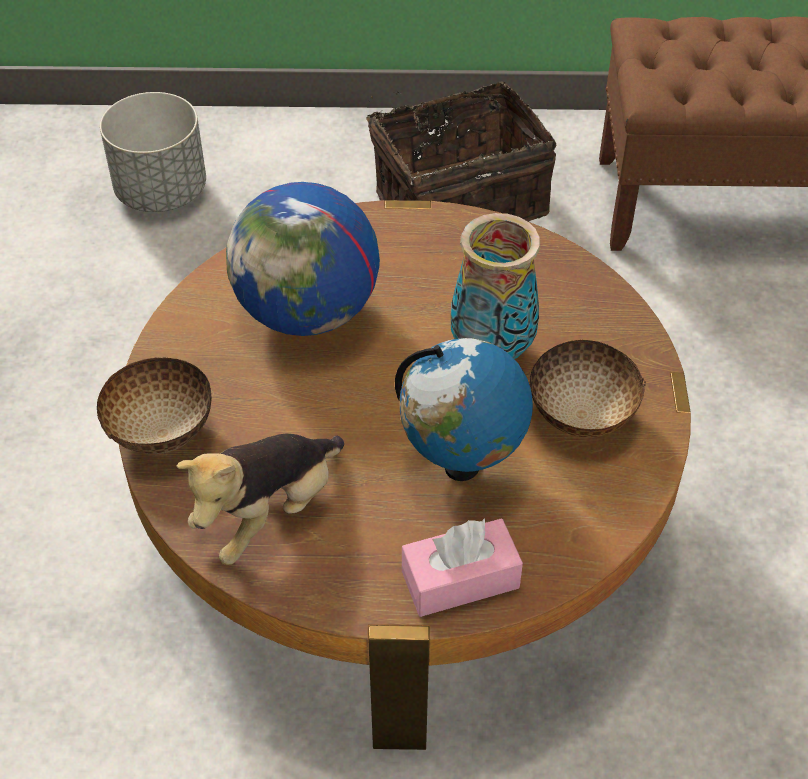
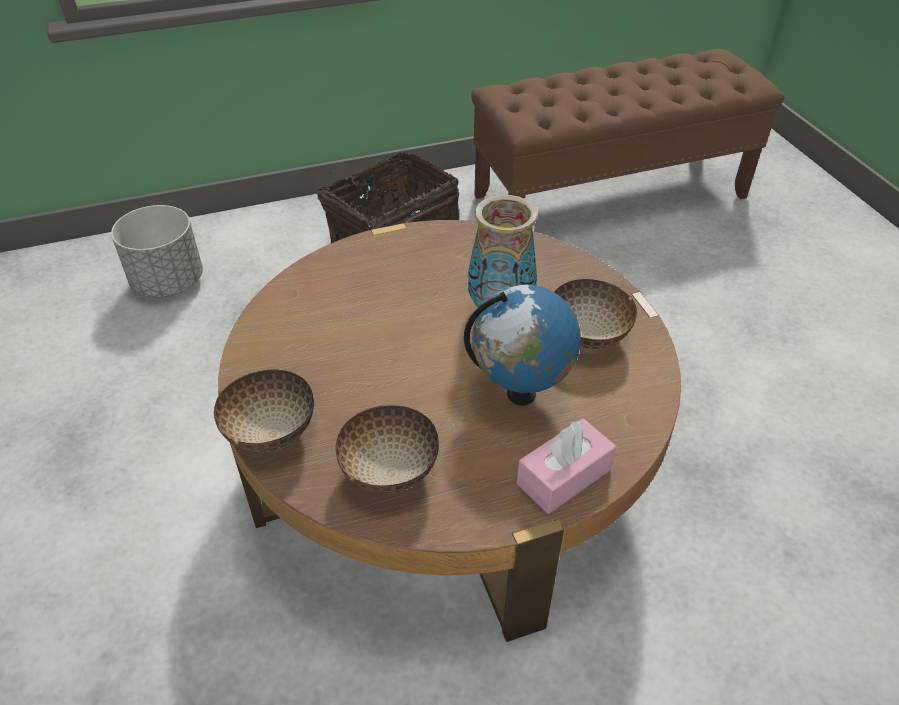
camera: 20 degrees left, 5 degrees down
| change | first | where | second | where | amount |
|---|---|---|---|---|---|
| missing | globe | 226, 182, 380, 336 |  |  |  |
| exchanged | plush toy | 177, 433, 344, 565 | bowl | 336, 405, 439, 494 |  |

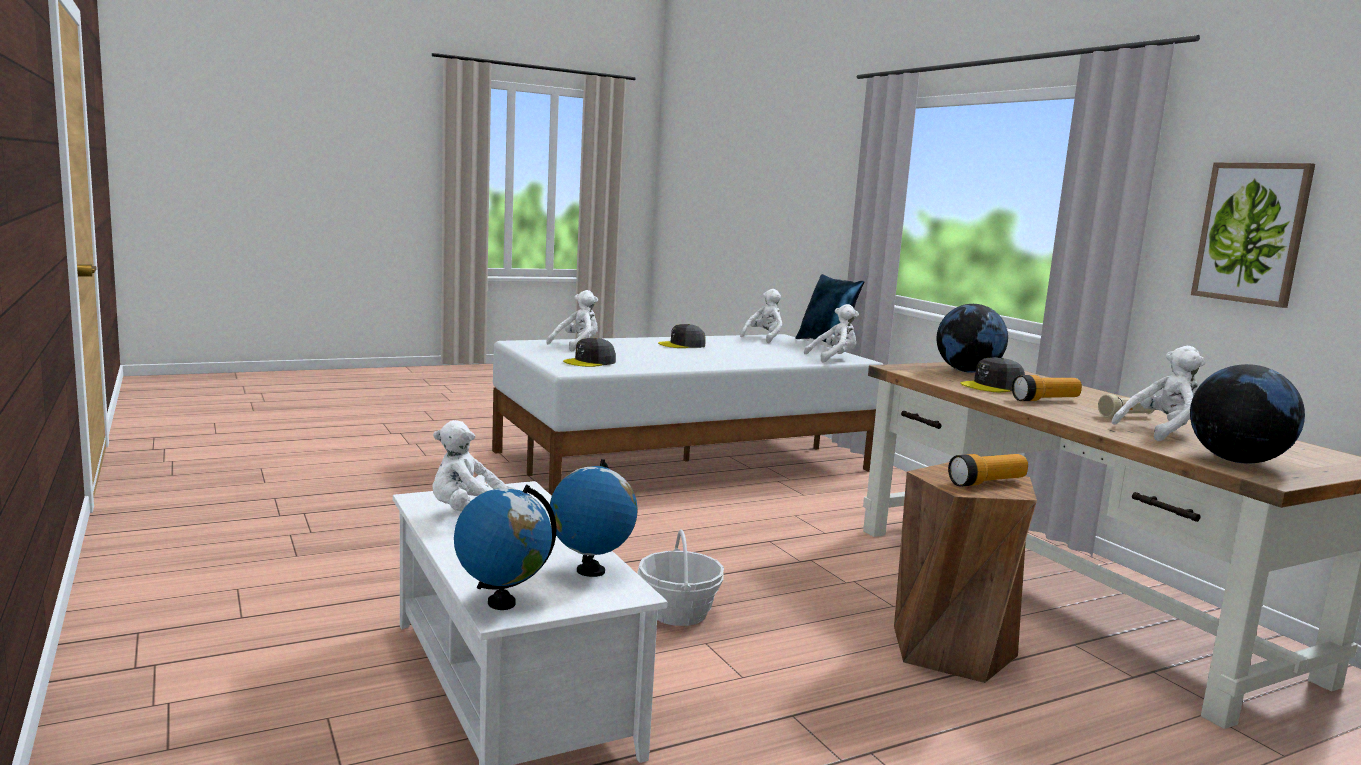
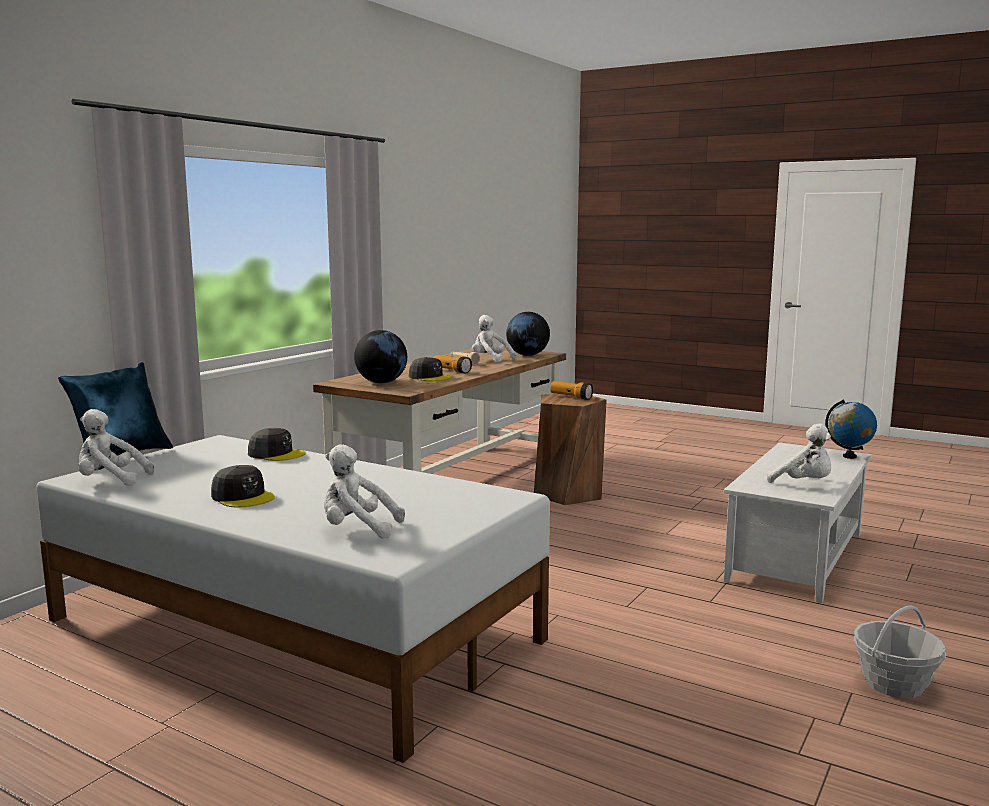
camera: 120 degrees left, 0 degrees up
| change | first | where | second | where | amount |
|---|---|---|---|---|---|
| missing | globe | 550, 459, 638, 577 |  |  |  |
| missing | white plush toy | 804, 304, 859, 363 |  |  |  |
| missing | picture | 1191, 162, 1315, 308 |  |  |  |
| relocated | grey cap | 563, 338, 616, 367 |  | 248, 428, 306, 461 |  |
| relocated | basket | 637, 529, 724, 626 |  | 854, 605, 946, 698 |  |

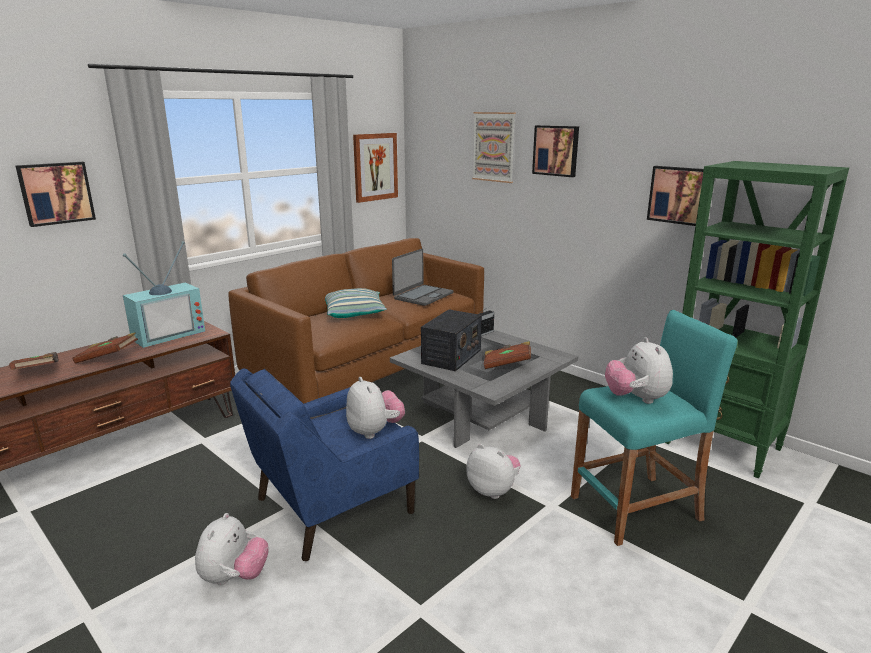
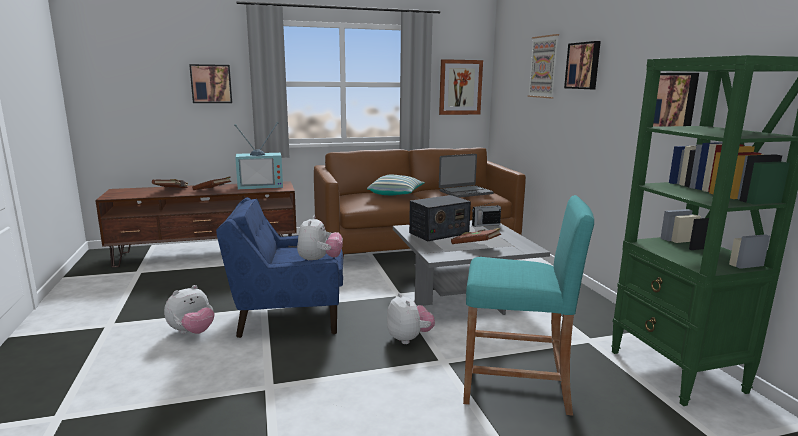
camera: 30 degrees right, 5 degrees down
| change | first | where | second | where | amount |
|---|---|---|---|---|---|
| missing | plush toy | 605, 337, 673, 404 |  |  |  |

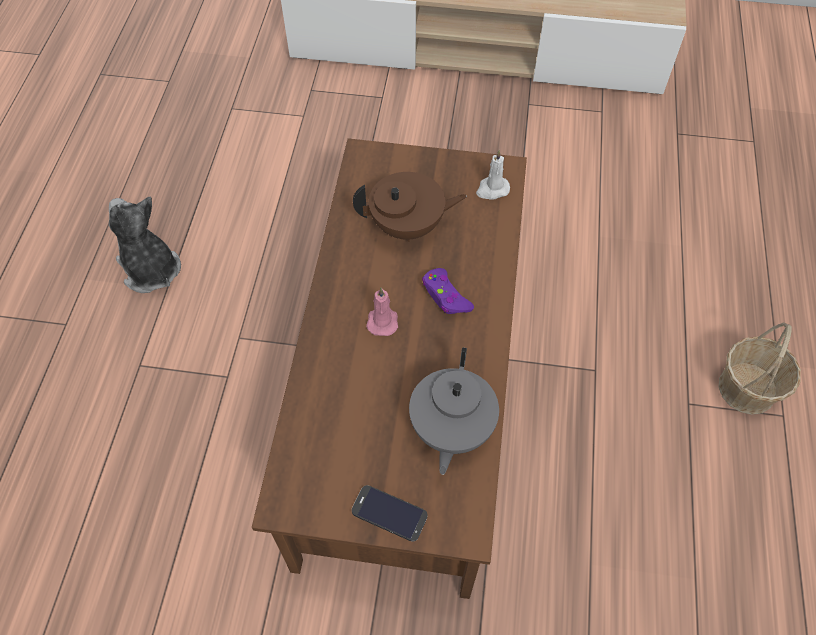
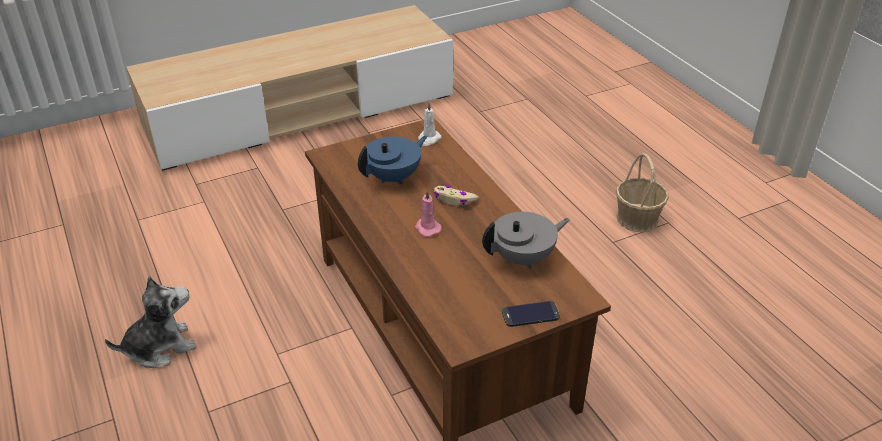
camera: 35 degrees left, 20 degrees down
| change | first | where | second | where | amount |
|---|---|---|---|---|---|
| colour | brown teapot | 353, 172, 467, 242 | blue teapot | 358, 136, 427, 185 |  |
| colour | purple game controller | 422, 268, 474, 314 | beige game controller | 434, 185, 478, 206 |  |
| spun | plush toy | 109, 196, 181, 293 |  | 105, 276, 197, 368 | 135 degrees clockwise |
| spun | grey teapot | 409, 347, 499, 475 |  | 482, 212, 570, 269 | 90 degrees counterclockwise |

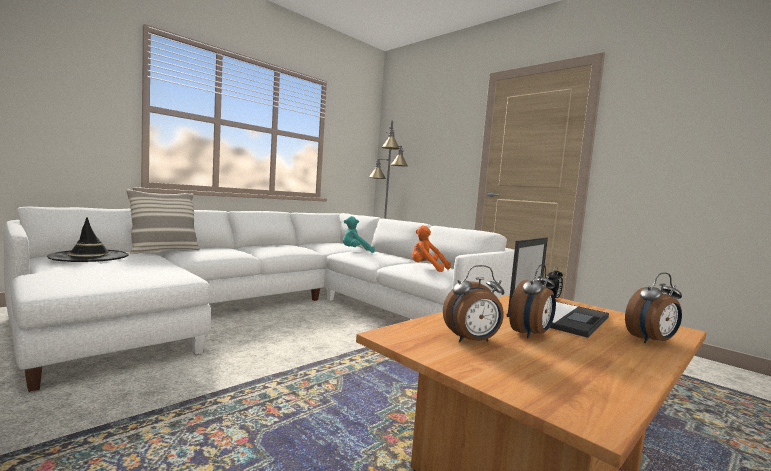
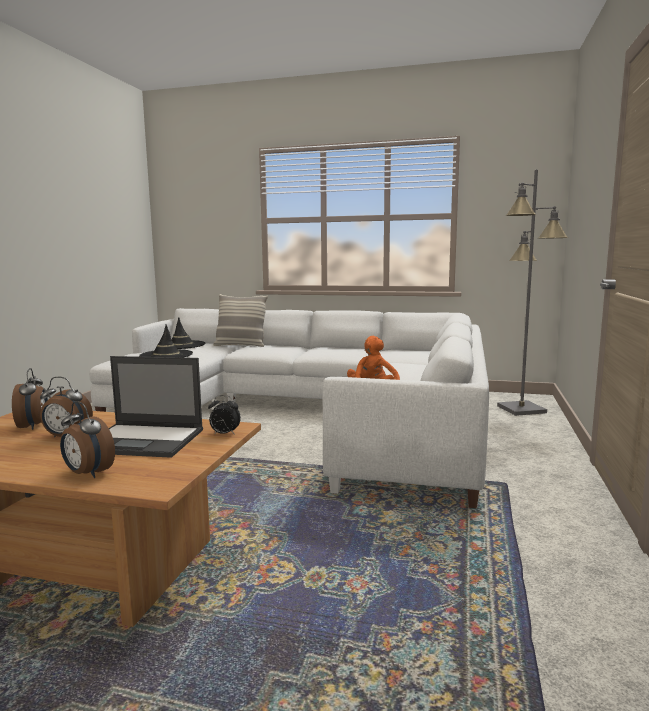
camera: 60 degrees right, 5 degrees up
| change | first | where | second | where | amount |
|---|---|---|---|---|---|
| missing | turquoise plush toy | 343, 216, 375, 253 |  |  |  |
| appeared |  |  | black hat | 139, 324, 193, 358 |  |
| spun | alarm clock | 443, 265, 504, 342 |  | 12, 368, 48, 430 | 150 degrees counterclockwise |

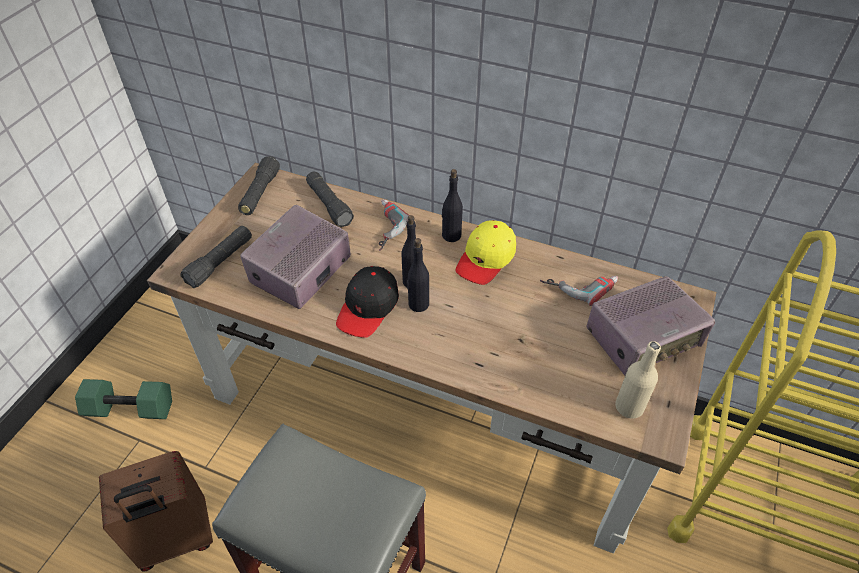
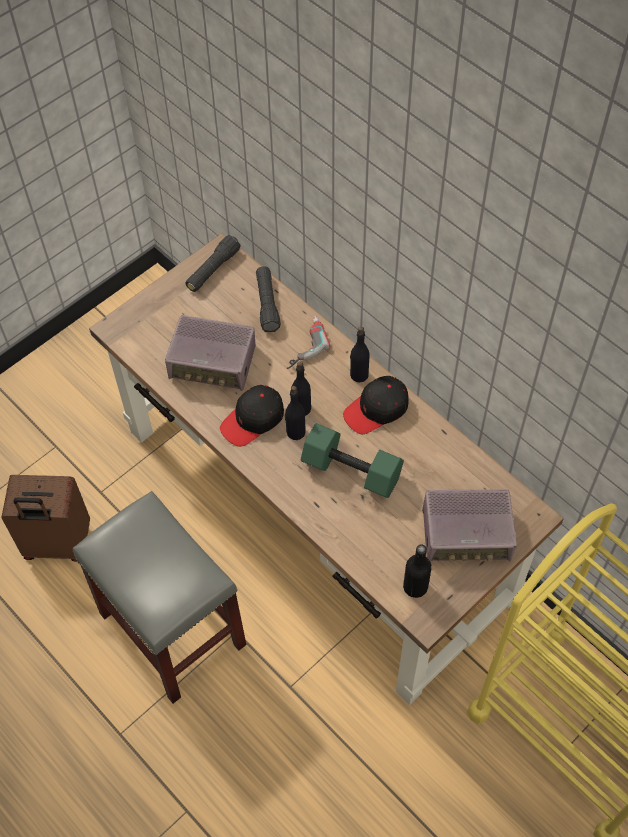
camera: 25 degrees right, 10 degrees up
| change | first | where | second | where | amount |
|---|---|---|---|---|---|
| missing | black flashlight | 180, 226, 252, 288 |  |  |  |
| missing | power drill | 540, 276, 618, 306 |  |  |  |
| relocated | green dumbbell | 75, 379, 172, 419 |  | 301, 423, 404, 498 |  |
| colour | yellow cap | 456, 220, 516, 285 | black cap | 343, 376, 409, 434 |  |
| colour | beige bottle | 615, 341, 661, 419 | black bottle | 403, 545, 432, 598 |  |
| spun | radio | 240, 205, 351, 309 |  | 165, 315, 255, 391 | 135 degrees counterclockwise |

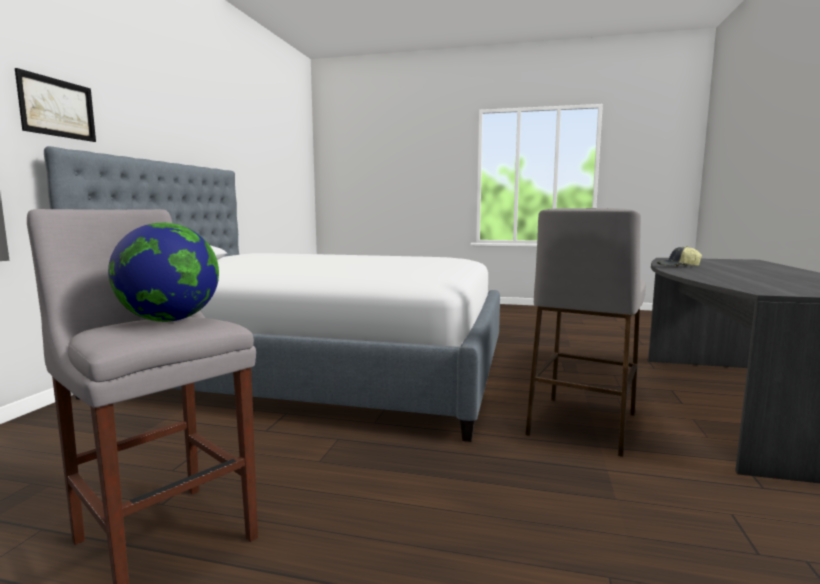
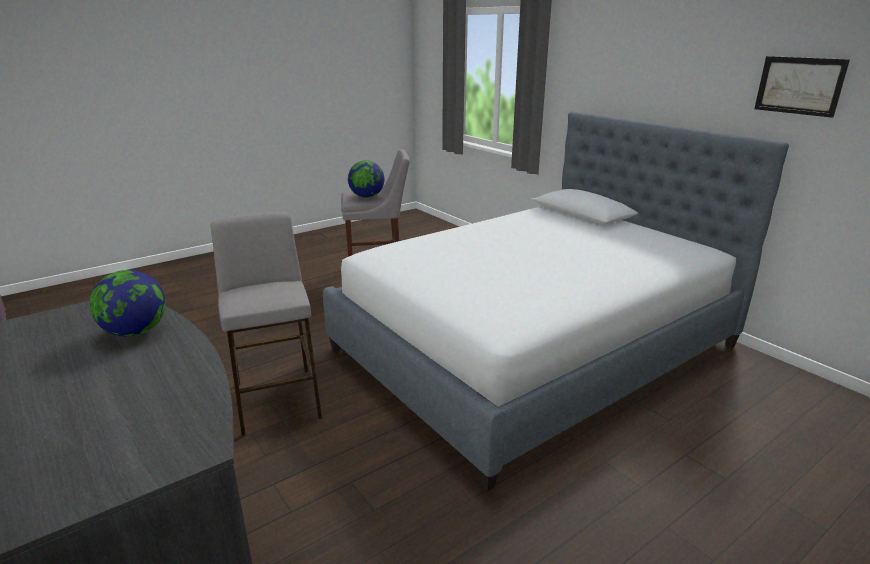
camera: 130 degrees right, 15 degrees up
| change | first | where | second | where | amount |
|---|---|---|---|---|---|
| missing | cap | 657, 246, 702, 266 |  |  |  |
| appeared |  |  | globe | 90, 270, 166, 337 |  |
| relocated | picture | 15, 68, 96, 142 |  | 754, 56, 850, 118 |  |

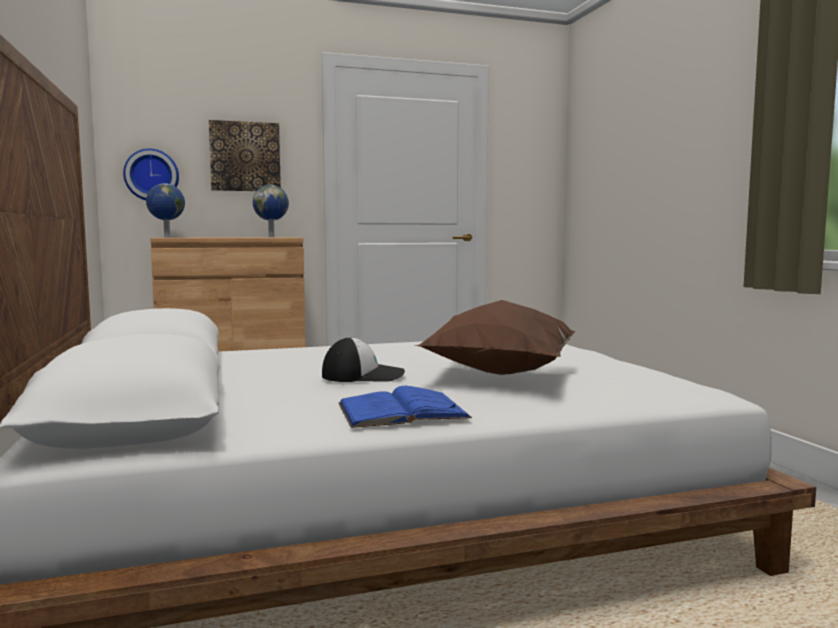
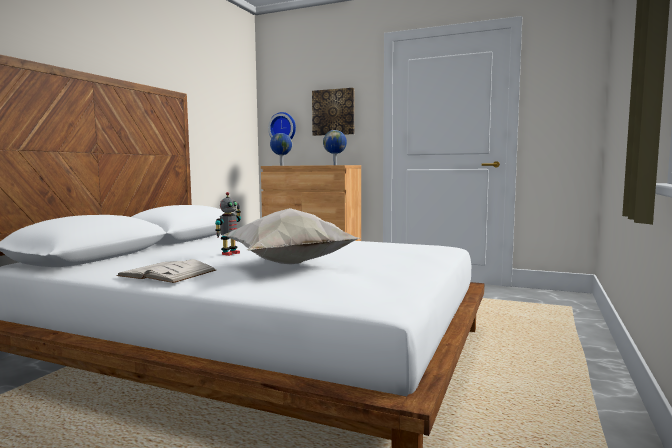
camera: 40 degrees right, 0 degrees up
| change | first | where | second | where | amount |
|---|---|---|---|---|---|
| exchanged | cap | 322, 337, 405, 382 | toy robot | 215, 192, 241, 256 |  |
| colour | blue book | 338, 386, 472, 428 | white book | 117, 259, 216, 283 |  |
| colour | brown pillow | 415, 300, 575, 375 | white pillow | 222, 208, 360, 264 |  |

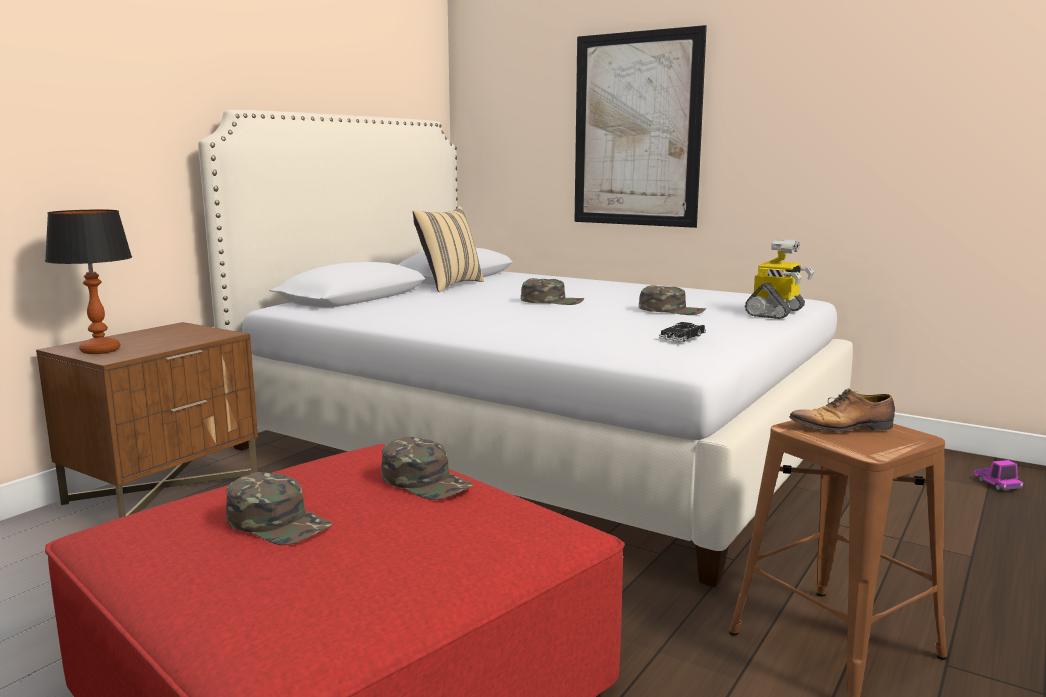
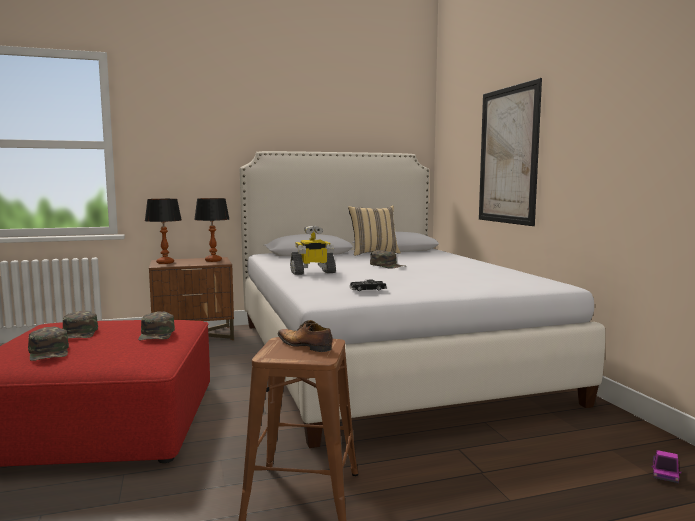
camera: 40 degrees right, 5 degrees down
| change | first | where | second | where | amount |
|---|---|---|---|---|---|
| appeared |  |  | table lamp | 194, 198, 229, 262 |  |
| relocated | green cap | 639, 285, 706, 315 |  | 28, 327, 69, 361 |  |
| relocated | toy robot | 745, 240, 814, 319 |  | 290, 226, 336, 275 |  |

